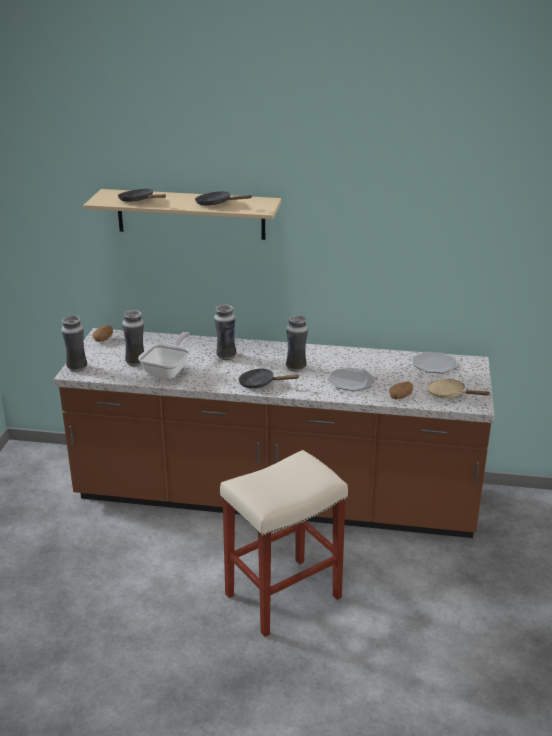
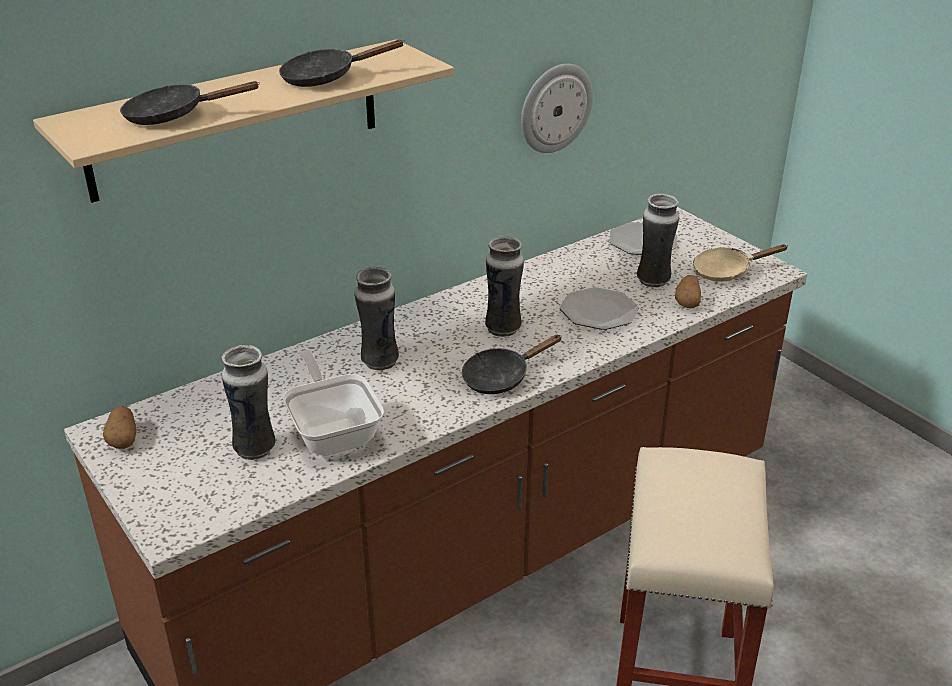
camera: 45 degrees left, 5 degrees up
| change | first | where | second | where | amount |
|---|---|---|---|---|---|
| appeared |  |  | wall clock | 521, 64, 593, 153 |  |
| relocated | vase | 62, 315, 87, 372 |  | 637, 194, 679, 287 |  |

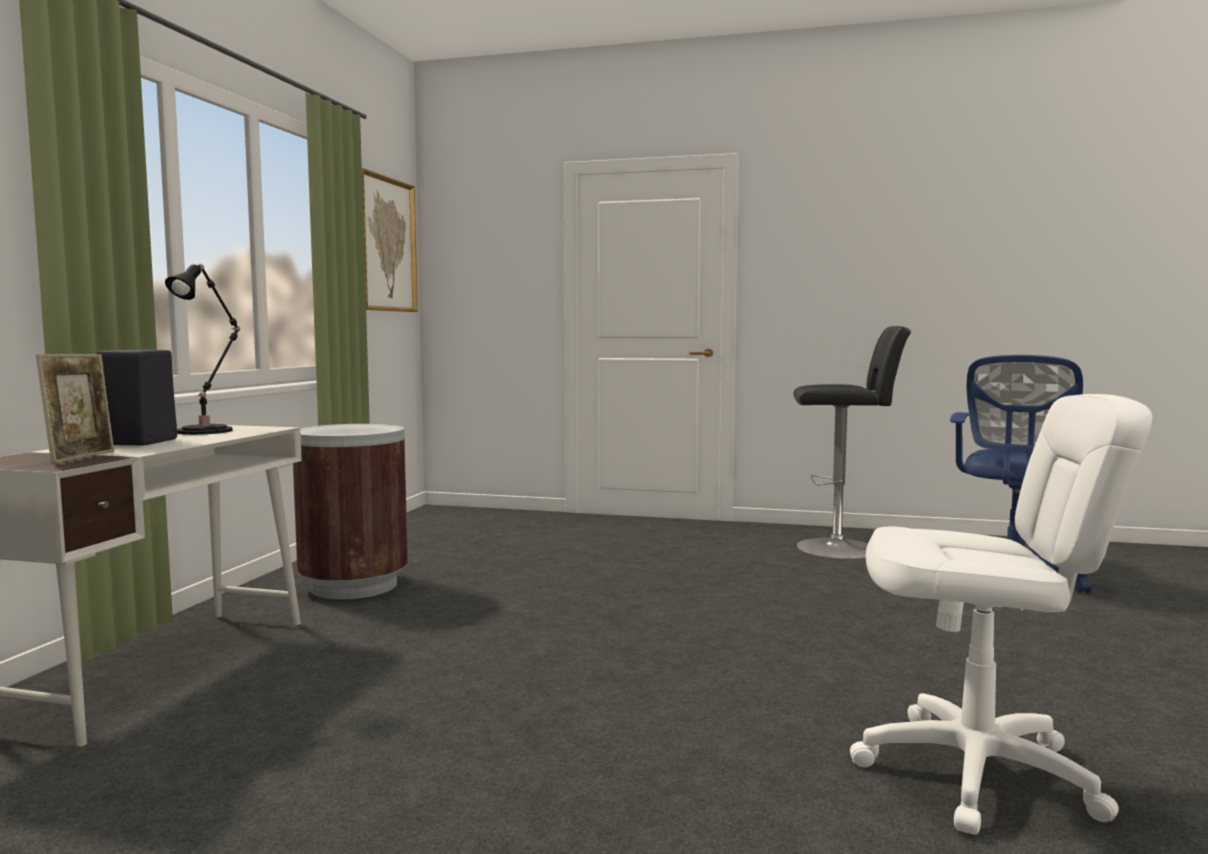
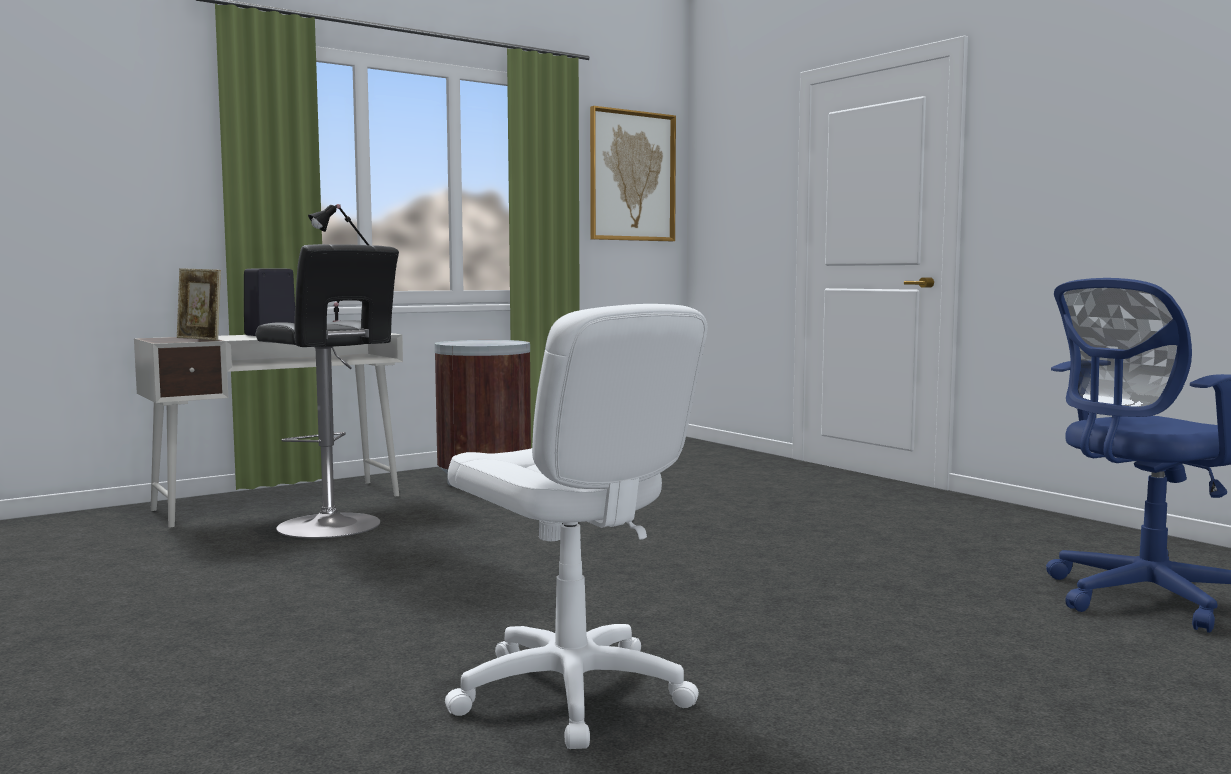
camera: 40 degrees right, 0 degrees up
| change | first | where | second | where | amount |
|---|---|---|---|---|---|
| relocated | black stool | 793, 326, 911, 559 |  | 256, 244, 399, 539 |  |
| spun | picture frame | 36, 354, 114, 464 |  | 177, 268, 221, 340 | 75 degrees clockwise |

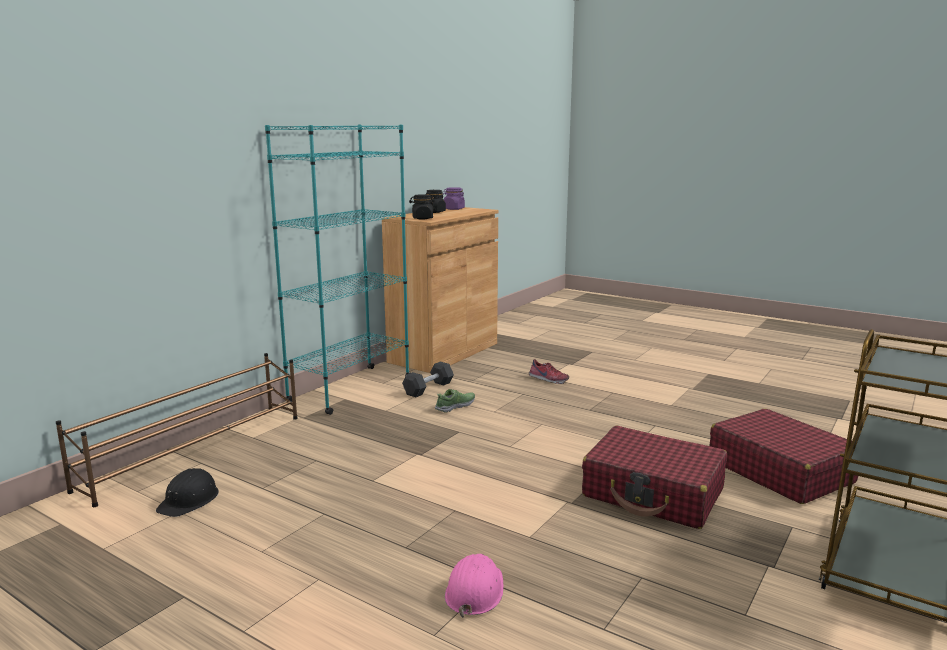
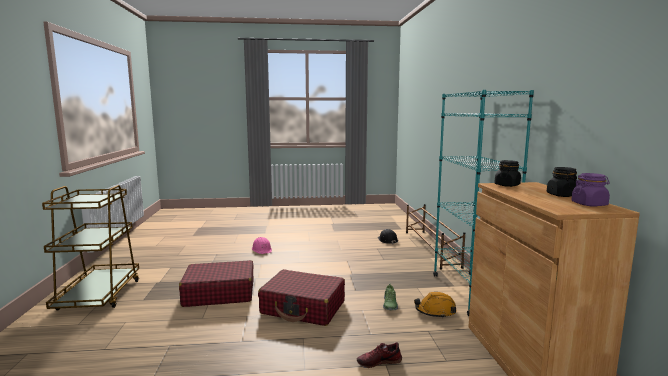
camera: 140 degrees right, 5 degrees down
| change | first | where | second | where | amount |
|---|---|---|---|---|---|
| relocated | red suitcase | 709, 409, 858, 504 |  | 258, 269, 345, 326 |  |
| exchanged | black dumbbell | 402, 362, 454, 397 | orange hard hat | 414, 292, 457, 318 |  |

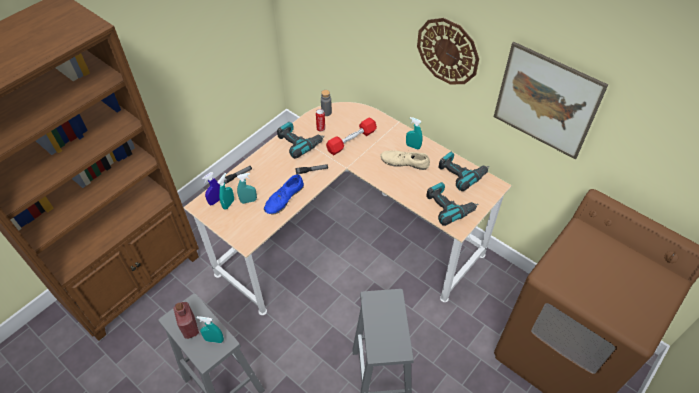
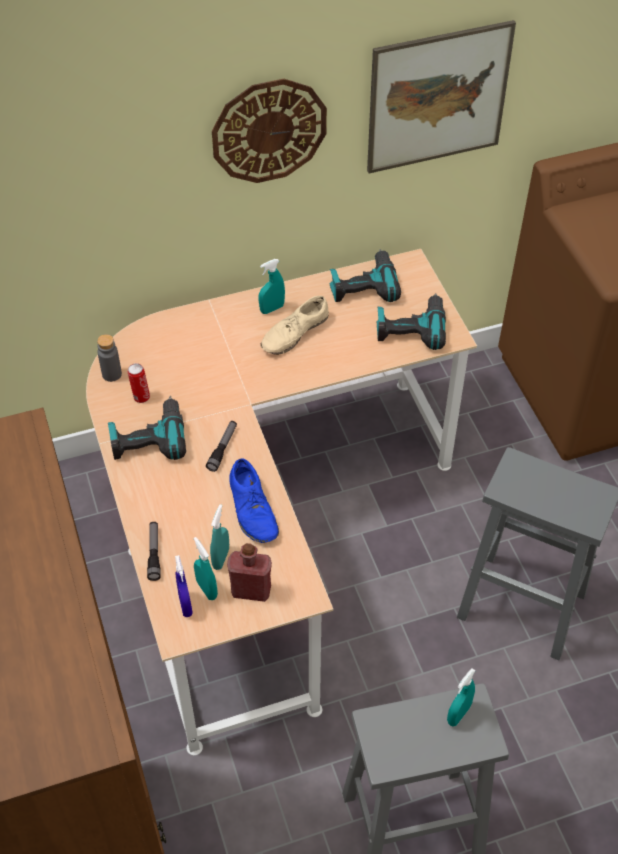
camera: 60 degrees left, 0 degrees up
| change | first | where | second | where | amount |
|---|---|---|---|---|---|
| missing | red dumbbell | 326, 118, 377, 155 |  |  |  |
| relocated | red bottle | 173, 302, 199, 339 |  | 227, 543, 272, 602 |  |

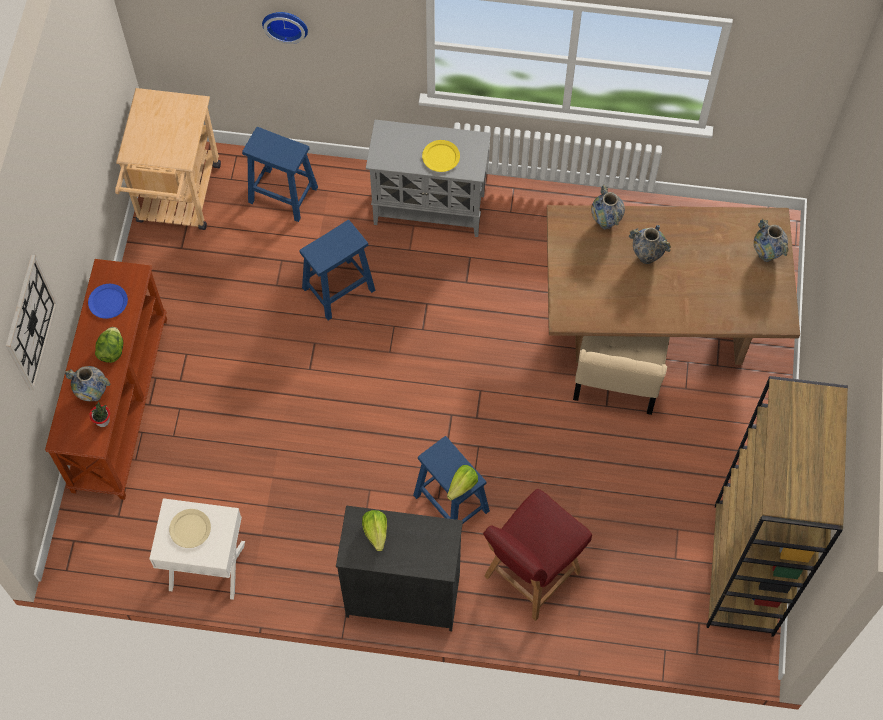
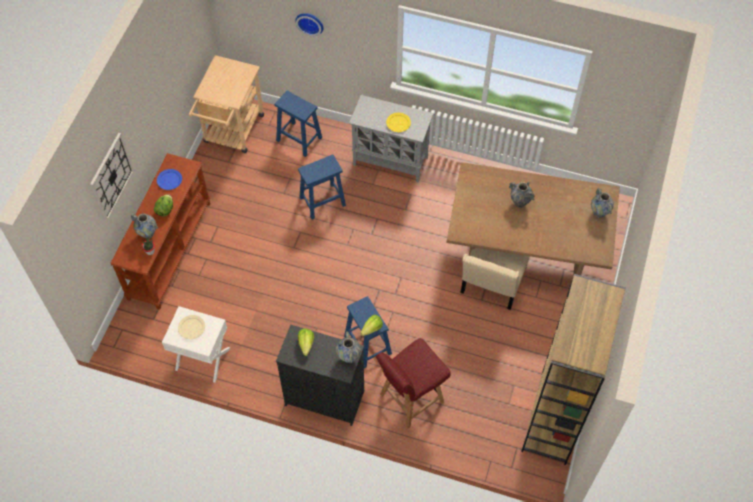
camera: 10 degrees right, 5 degrees down
| change | first | where | second | where | amount |
|---|---|---|---|---|---|
| relocated | vase | 591, 185, 625, 229 |  | 336, 331, 361, 363 |  |

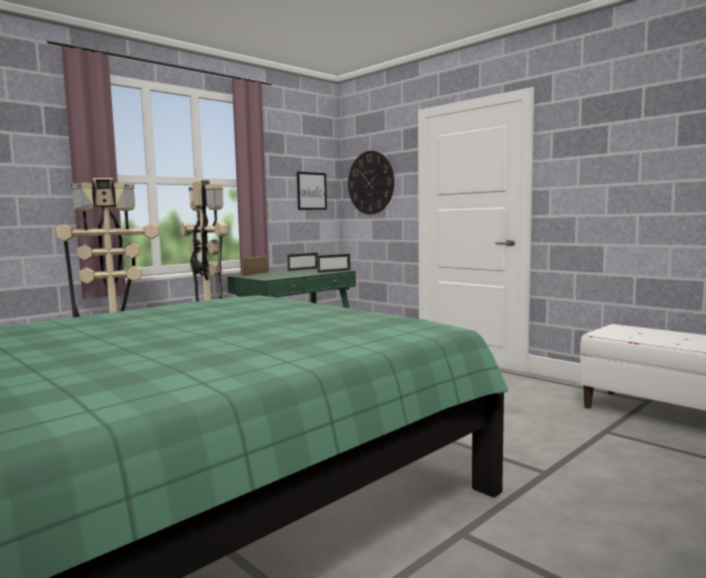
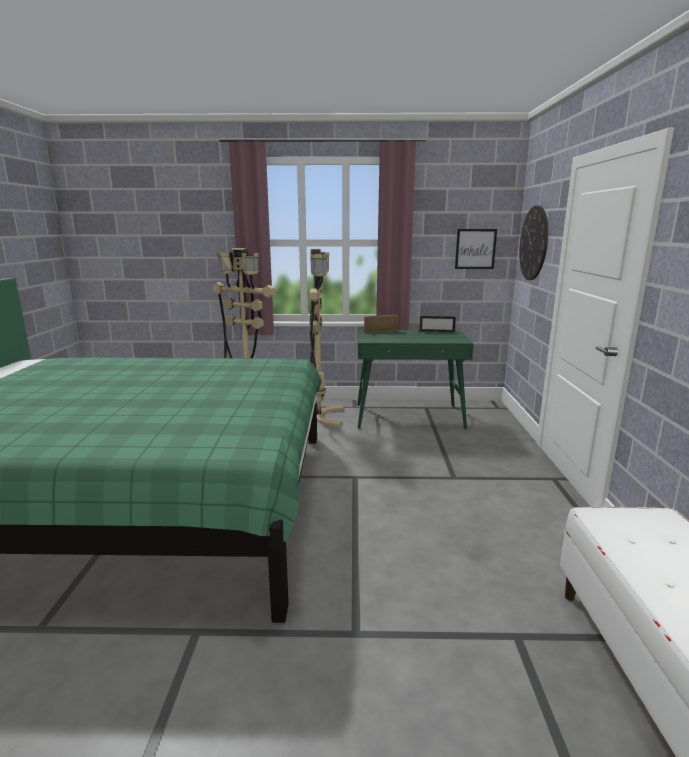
camera: 45 degrees right, 10 degrees up
| change | first | where | second | where | amount |
|---|---|---|---|---|---|
| missing | picture frame | 317, 253, 351, 273 |  |  |  |

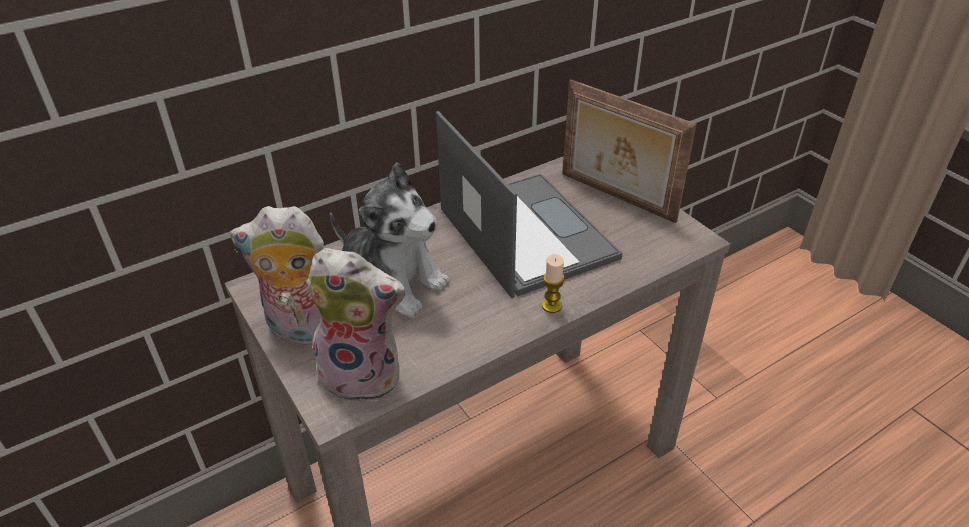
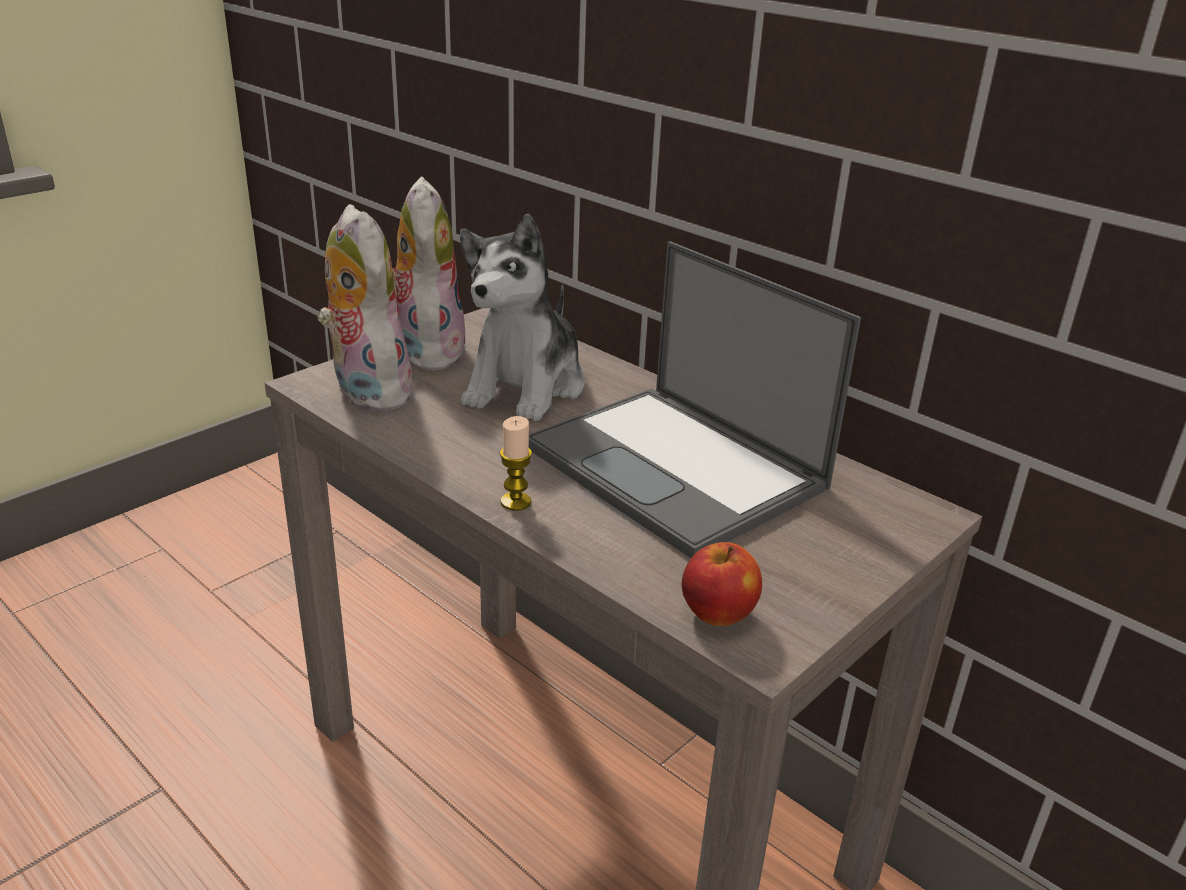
camera: 75 degrees right, 10 degrees down
| change | first | where | second | where | amount |
|---|---|---|---|---|---|
| missing | picture frame | 562, 79, 697, 223 |  |  |  |
| appeared |  |  | apple | 682, 542, 762, 626 |  |
| spun | plush toy | 306, 248, 406, 402 |  | 317, 204, 412, 411 | 150 degrees clockwise |
| spun | laptop | 436, 111, 623, 298 |  | 529, 241, 861, 558 | 90 degrees clockwise |

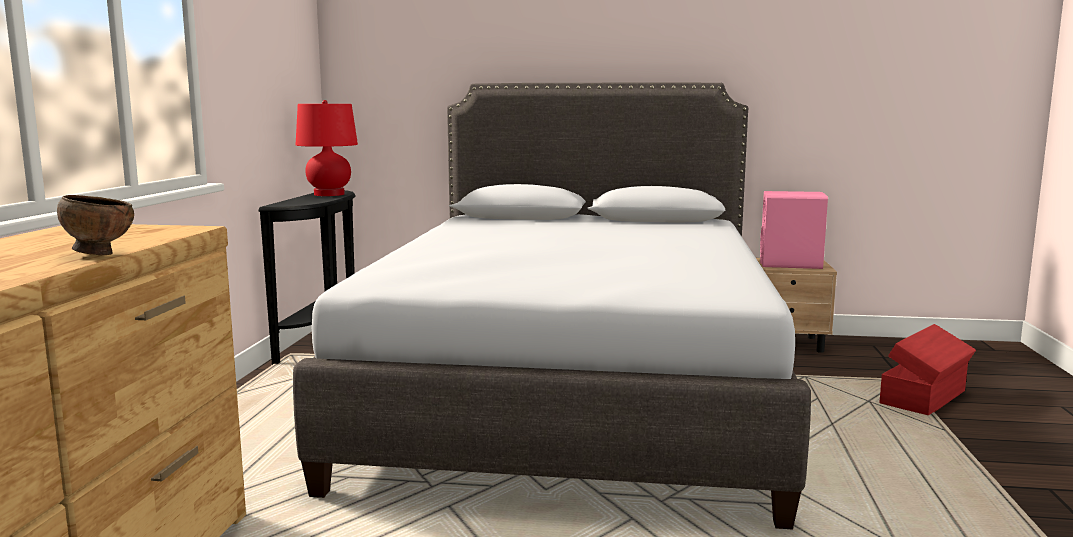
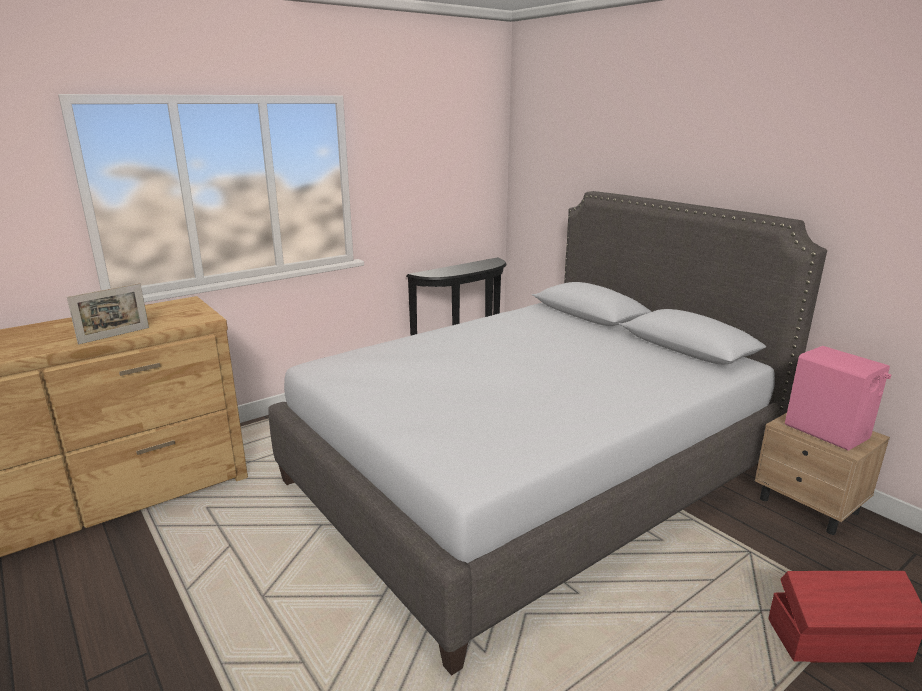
camera: 45 degrees right, 10 degrees up
| change | first | where | second | where | amount |
|---|---|---|---|---|---|
| missing | red table lamp | 296, 100, 358, 196 |  |  |  |
| exchanged | brown bowl | 57, 195, 134, 255 | picture frame | 67, 283, 149, 345 |  |

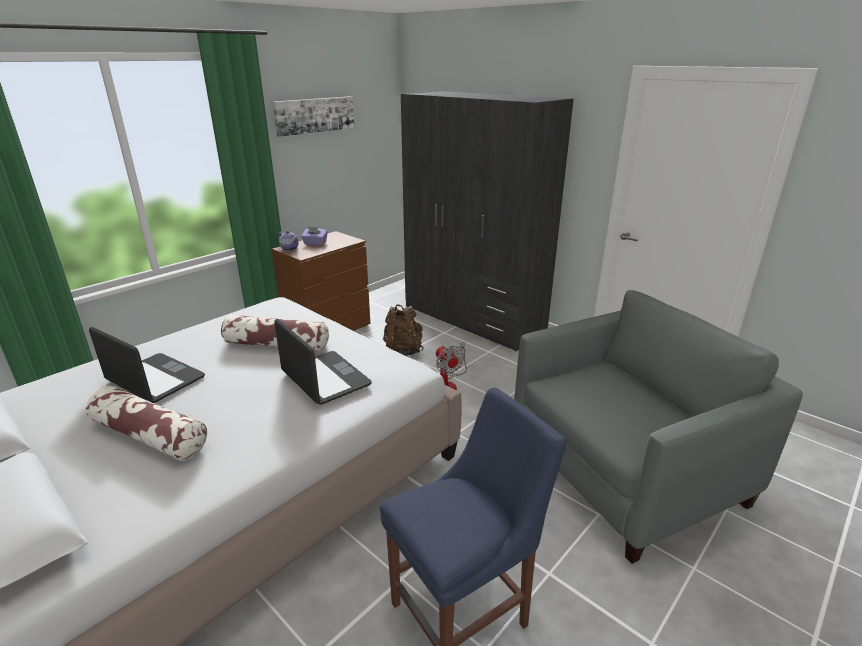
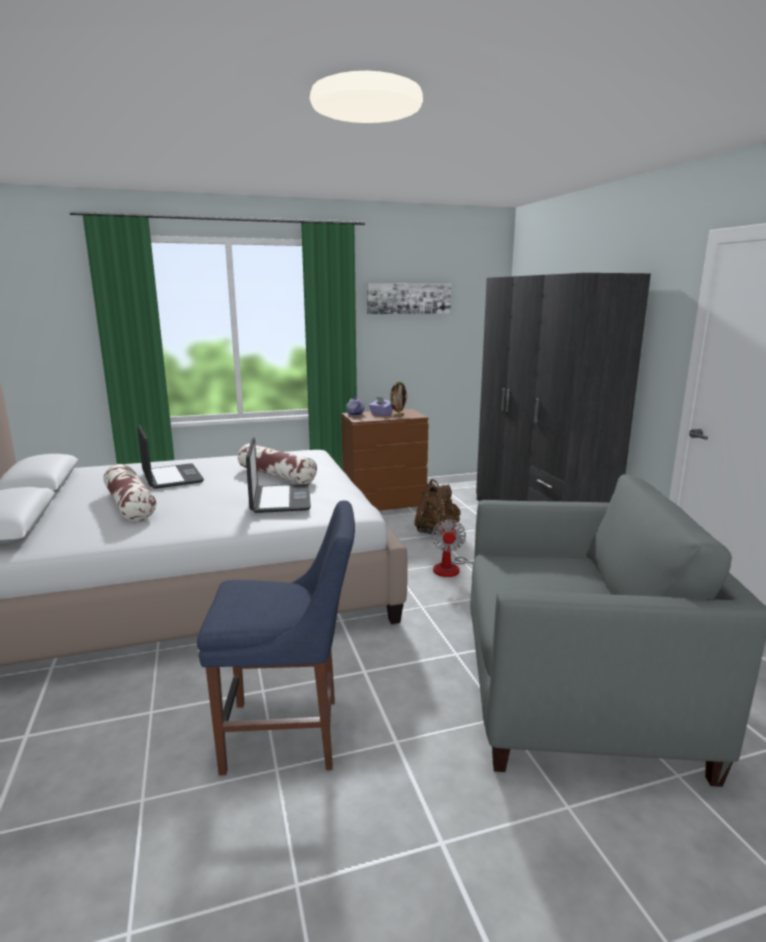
camera: 30 degrees right, 10 degrees down
| change | first | where | second | where | amount |
|---|---|---|---|---|---|
| appeared |  |  | picture frame | 390, 381, 408, 417 |  |

